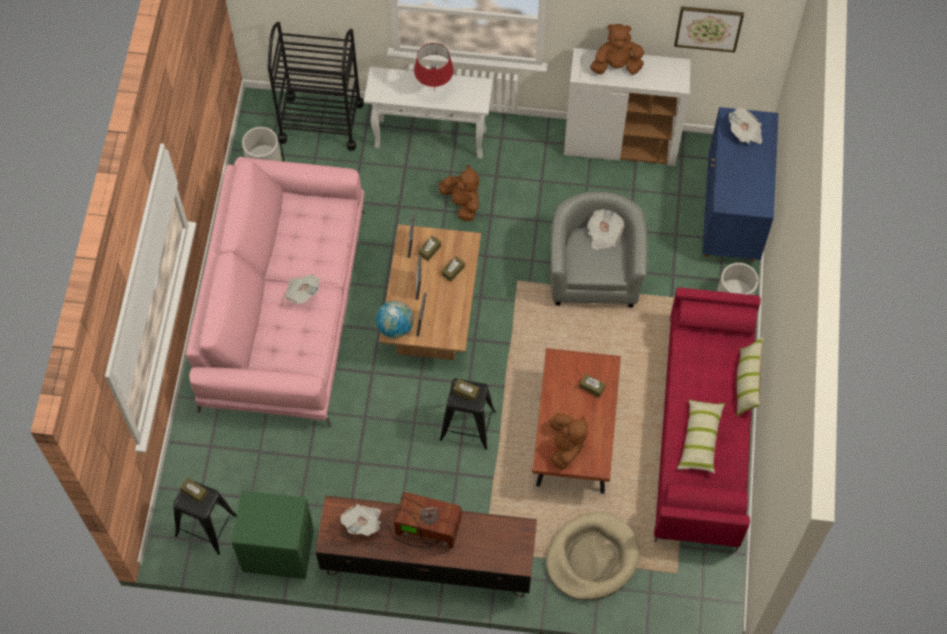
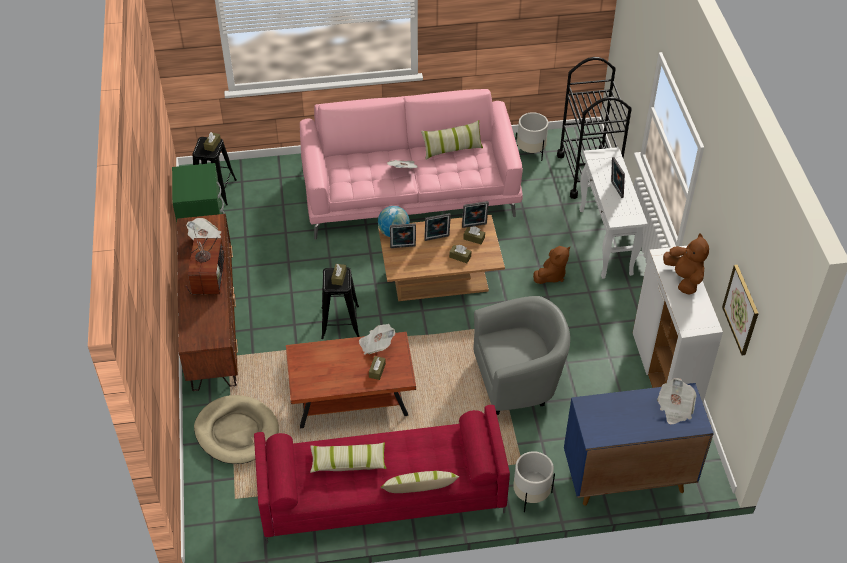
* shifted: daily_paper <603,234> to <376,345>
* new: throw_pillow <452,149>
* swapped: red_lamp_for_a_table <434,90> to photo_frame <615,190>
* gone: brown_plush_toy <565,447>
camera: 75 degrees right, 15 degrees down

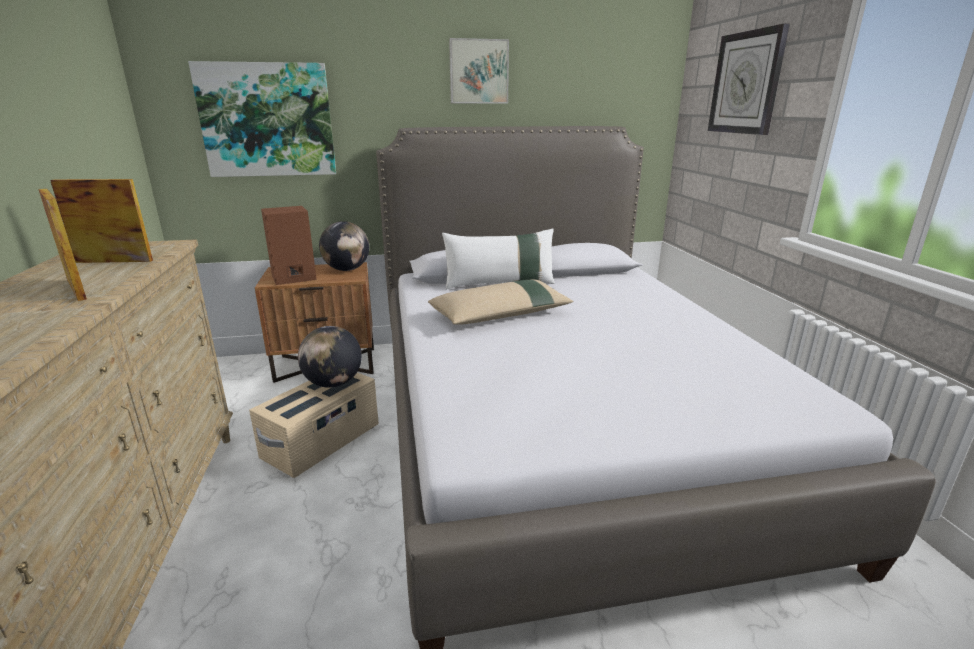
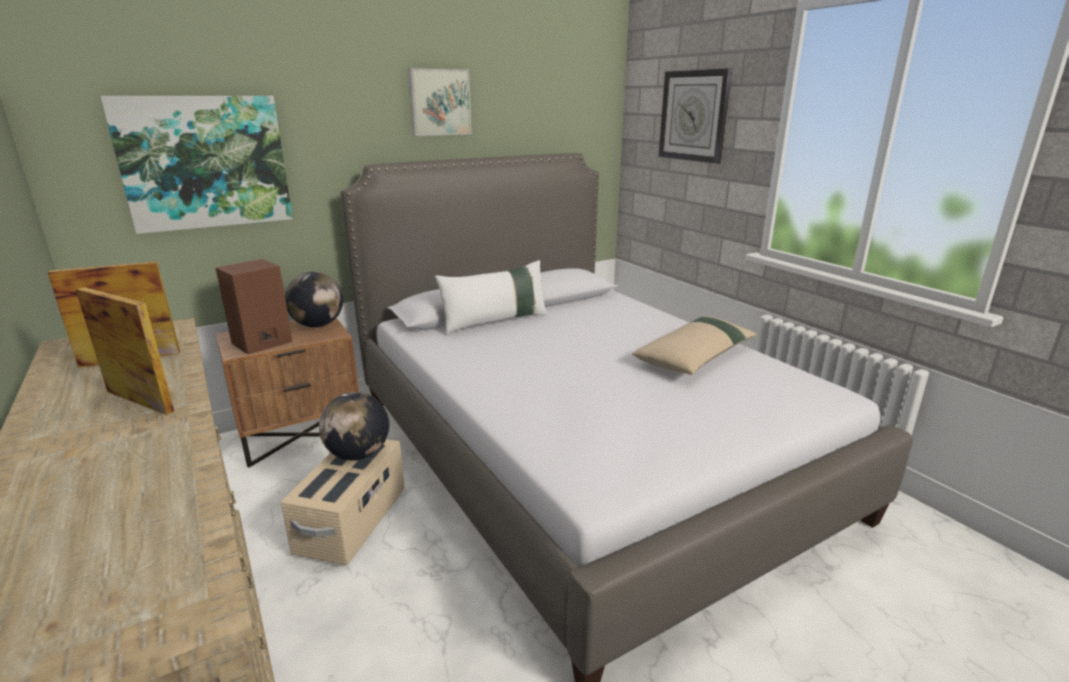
* shifted: beige_throw_pillow <501,315> to <696,356>
camera: 20 degrees left, 0 degrees up

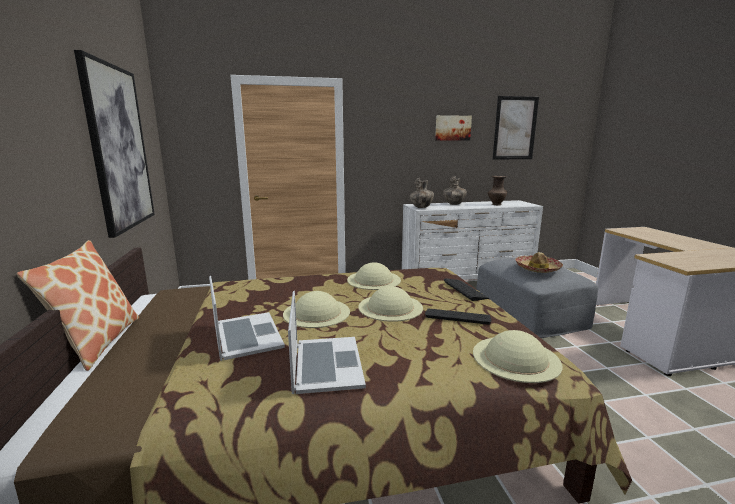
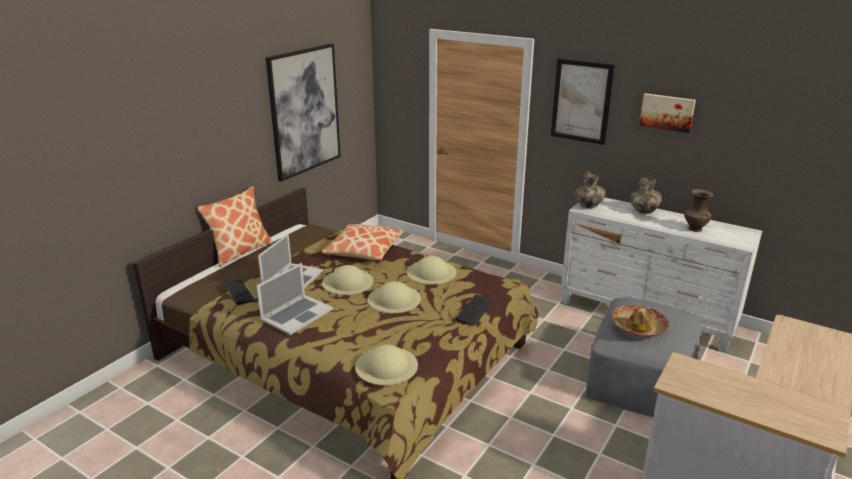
* shifted: computer_keyboard <457,316> to <238,292>
* new: throw_pillow <364,250>
* shifted: wall_picture <515,128> to <581,101>
camera: 45 degrees right, 10 degrees up

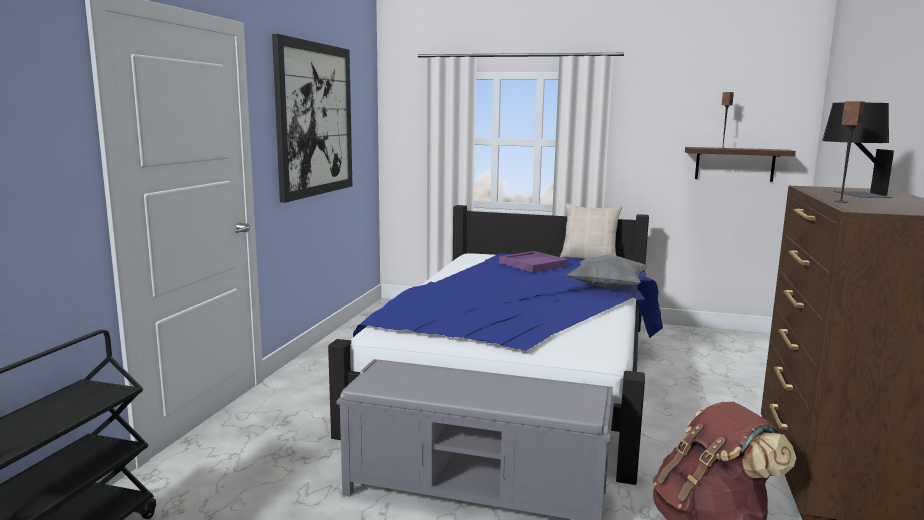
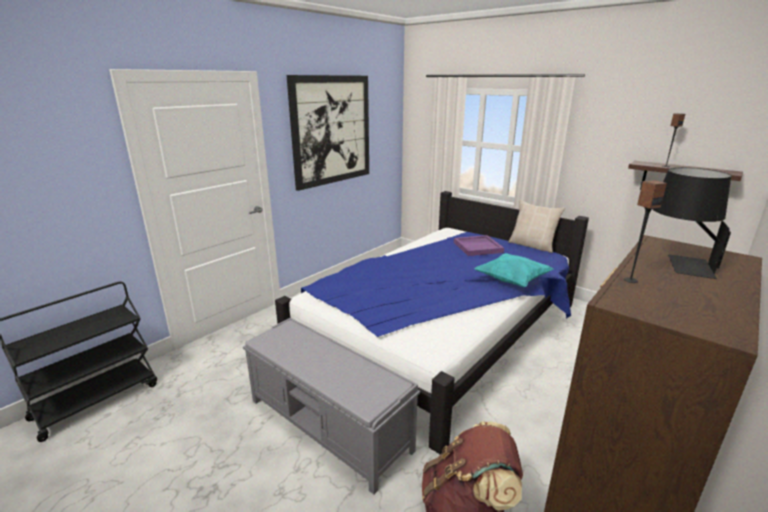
* repainted: grey_throw_pillow <607,287> to turquoise-coloured_throw_pillow <512,281>
camera: 25 degrees right, 10 degrees up

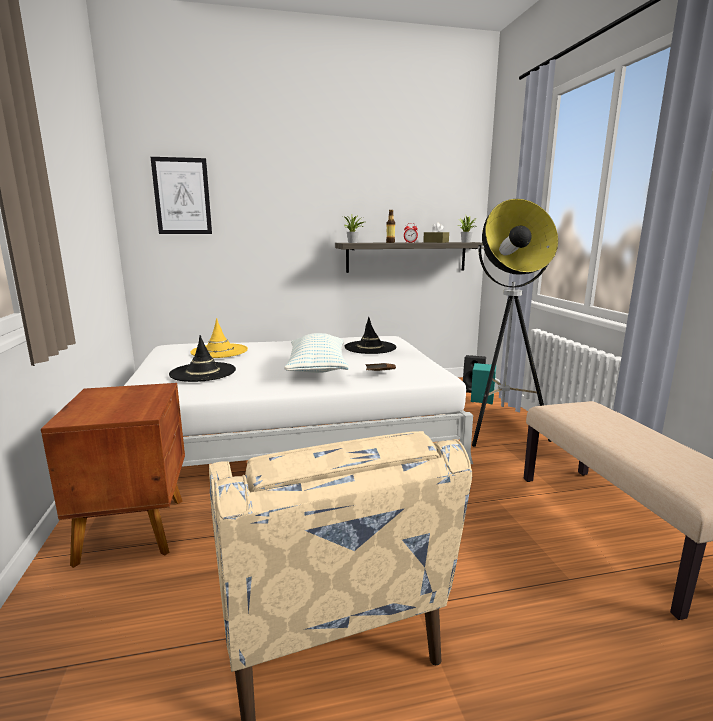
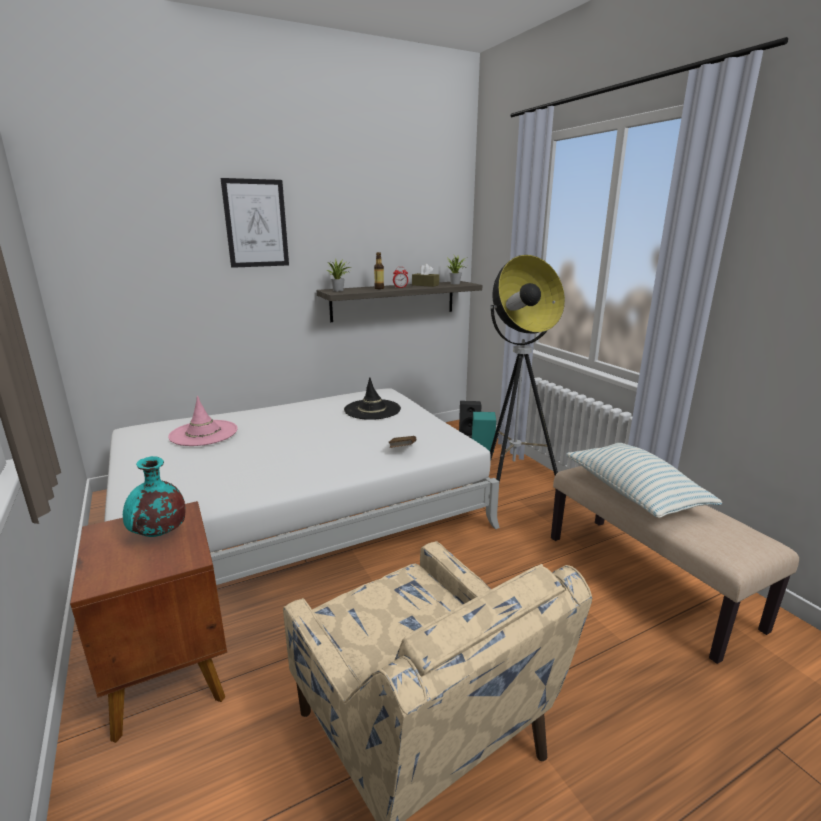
* new: turquoise-coloured_flower_vase <159,534>
* repainted: yellow-coloured_clothing_hat <219,351> to pink-coloured_clothing_hat <203,433>
* shifted: wall_picture <182,196> to <256,223>
* shifted: throw_pillow <317,368> to <633,493>
* gone: black-coloured_clothing_hat <203,372>
camera: 15 degrees left, 5 degrees up

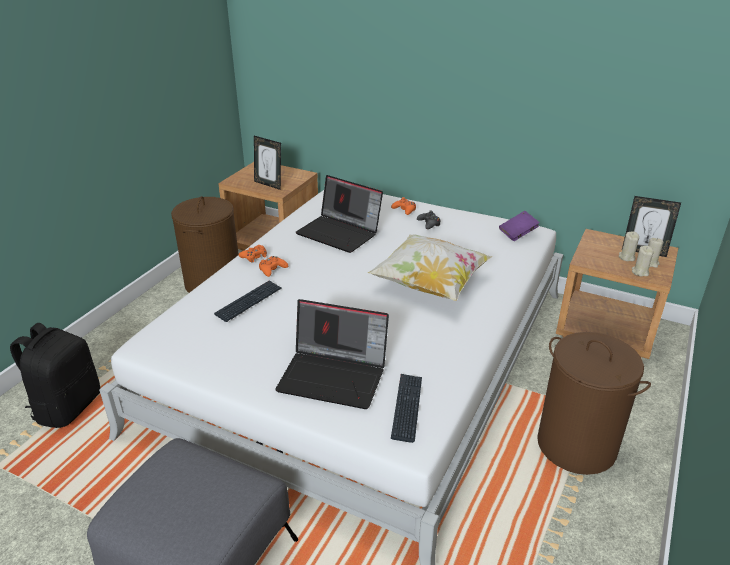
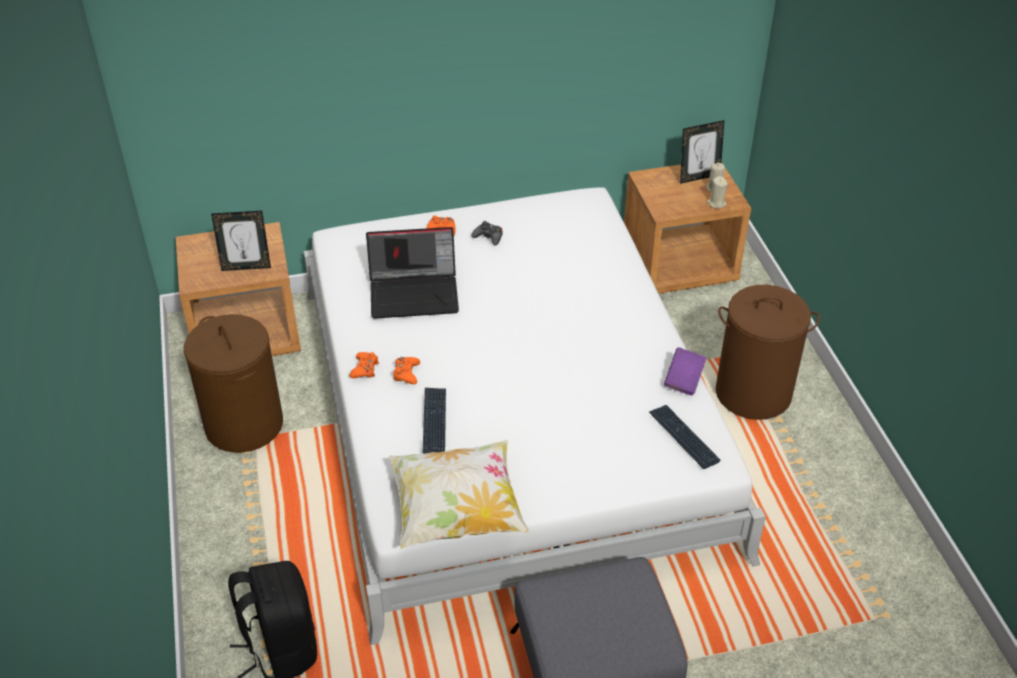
* shifted: throw_pillow <429,285> to <457,512>
* shifted: purplish_bound_book <518,233> to <684,380>
* gone: laptop <335,376>
* gone: beige_wax_light <626,257>
camera: 40 degrees left, 10 degrees up

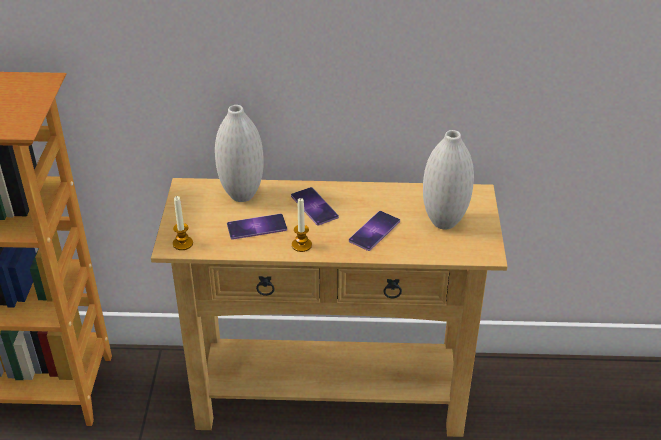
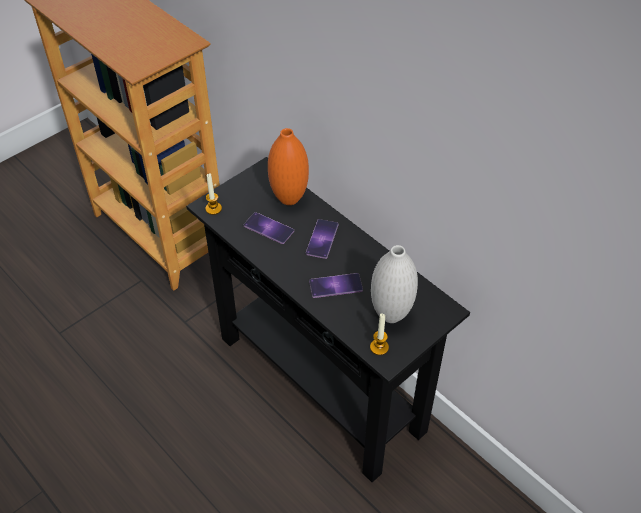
* repainted: beige_console_table <330,397> to black-coloured_console_table <320,383>
* repainted: whitish_flower_vase <242,195> to orange_flower_vase <289,198>
* shifted: wax_light <301,245> to <379,347>
camera: 45 degrees right, 10 degrees up

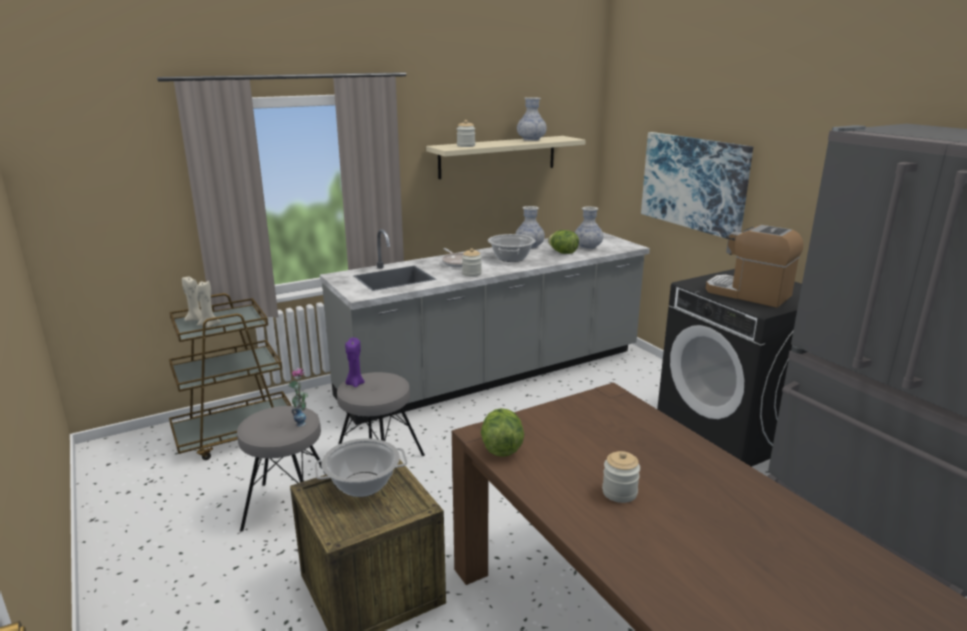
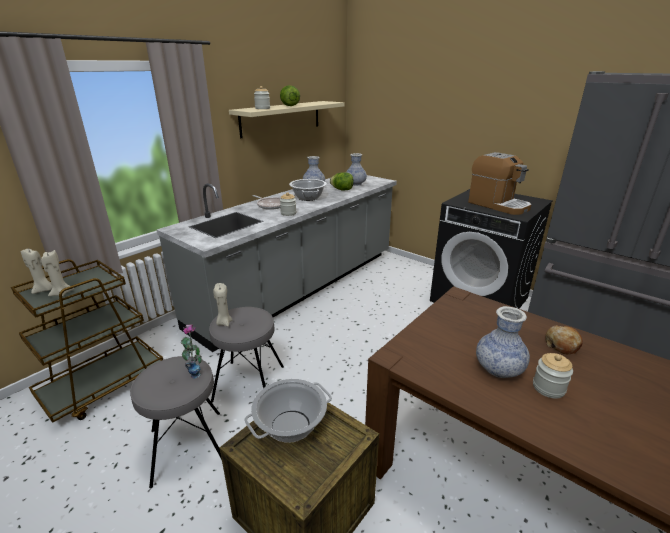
* repainted: purplish_wax_light <355,383> to beige_wax_light <224,323>
* shifted: head_of_lettuce <501,448> to <289,106>
* rotated: coffee_maker <748,294> = <498,205> 150 degrees counterclockwise
* shifted: flower_vase <531,139> to <498,369>
* new: baked_bread <562,344>
* gone: wall_picture <693,183>
camera: 20 degrees left, 5 degrees up

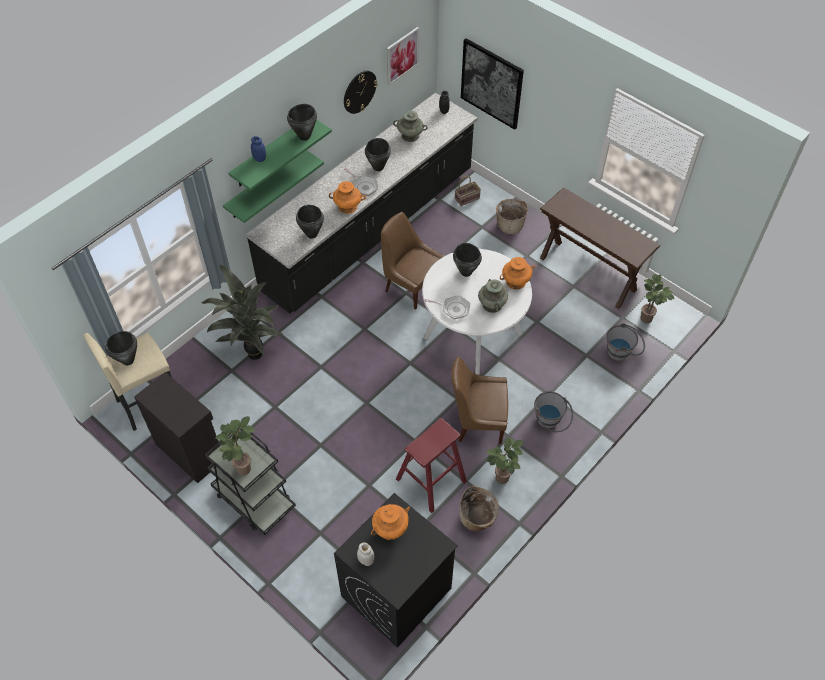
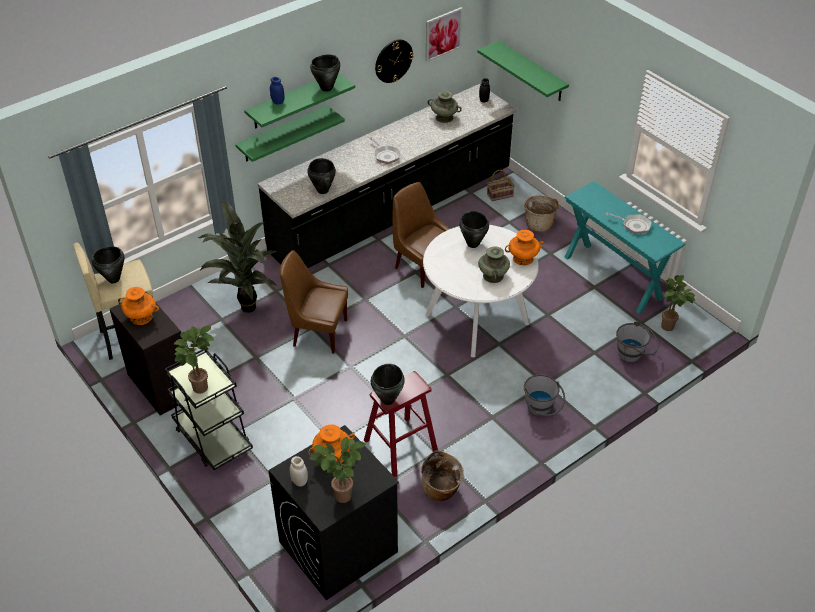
* shifted: orange_flower_vase <348,207> to <141,317>
* shifted: brown_chair <477,422> to <317,332>
* shifted: plant_in_a_pot <501,480> to <341,498>
* shifted: black-coloured_saucepot <378,167> to <388,399>
* swapped: wall_picture <491,83> to greenish_wall_shelf <532,72>
* repainted: brown_console_table <588,274> to turquoise-coloured_console_table <612,277>
* shifted: frying_pan <453,309> to <634,225>
camera: 10 degrees right, 10 degrees down

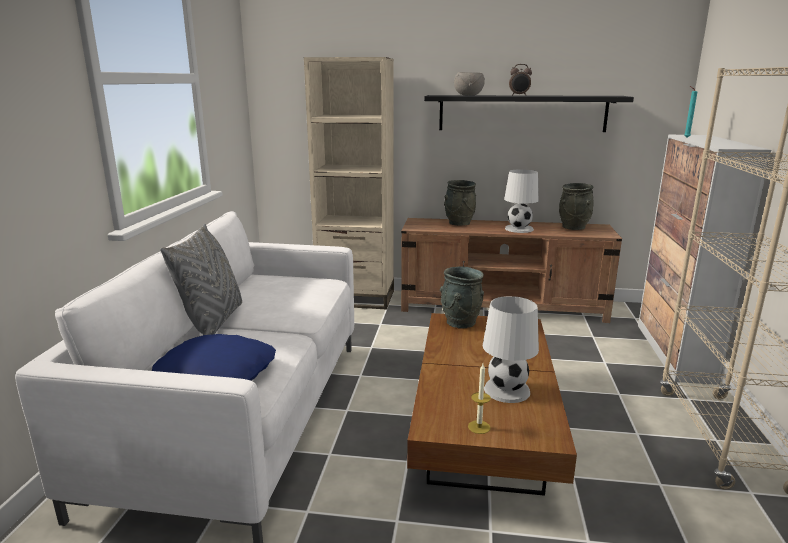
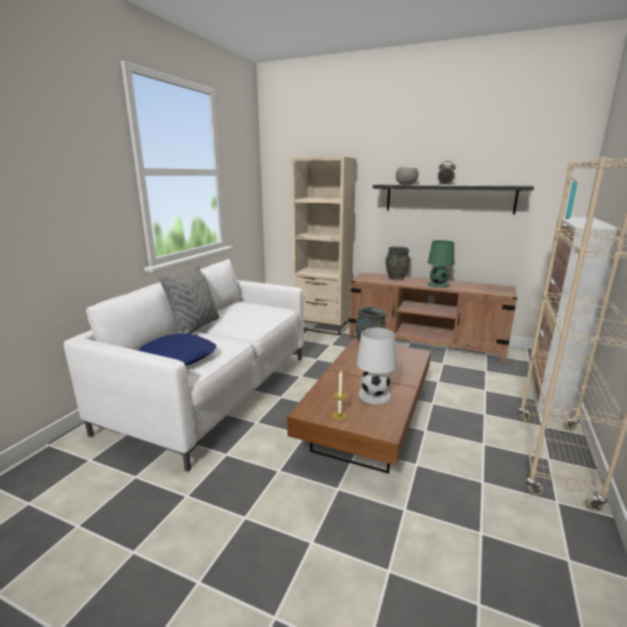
* repainted: whitish_lamp_for_a_table <519,229> to greenish_lamp_for_a_table <438,285>
* gone: grey_flower_vase <573,227>
camera: 15 degrees right, 0 degrees up

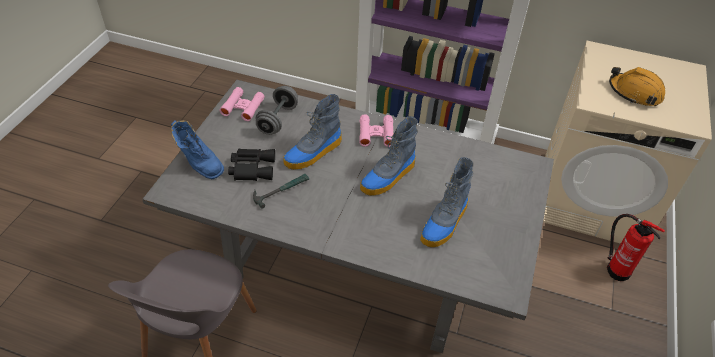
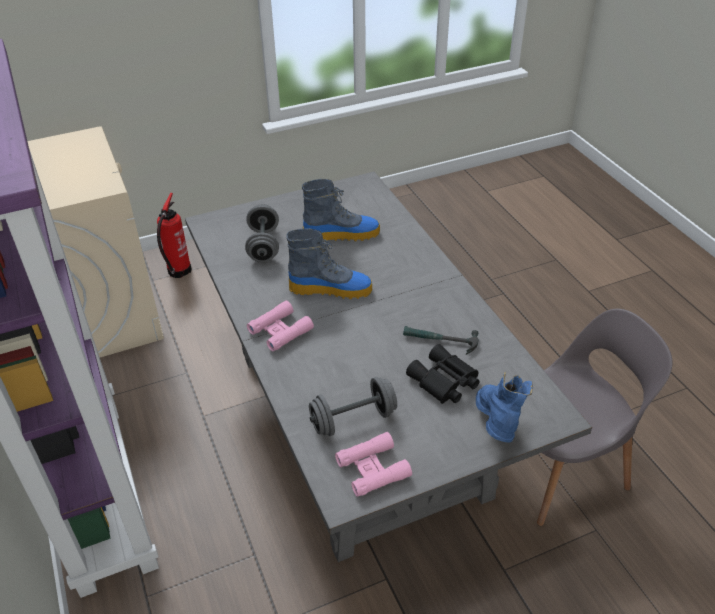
* new: grey_hand_weight <263,245>
* gone: boot <313,153>
* gone: orange_work_helmet <634,93>
camera: 130 degrees left, 5 degrees down

